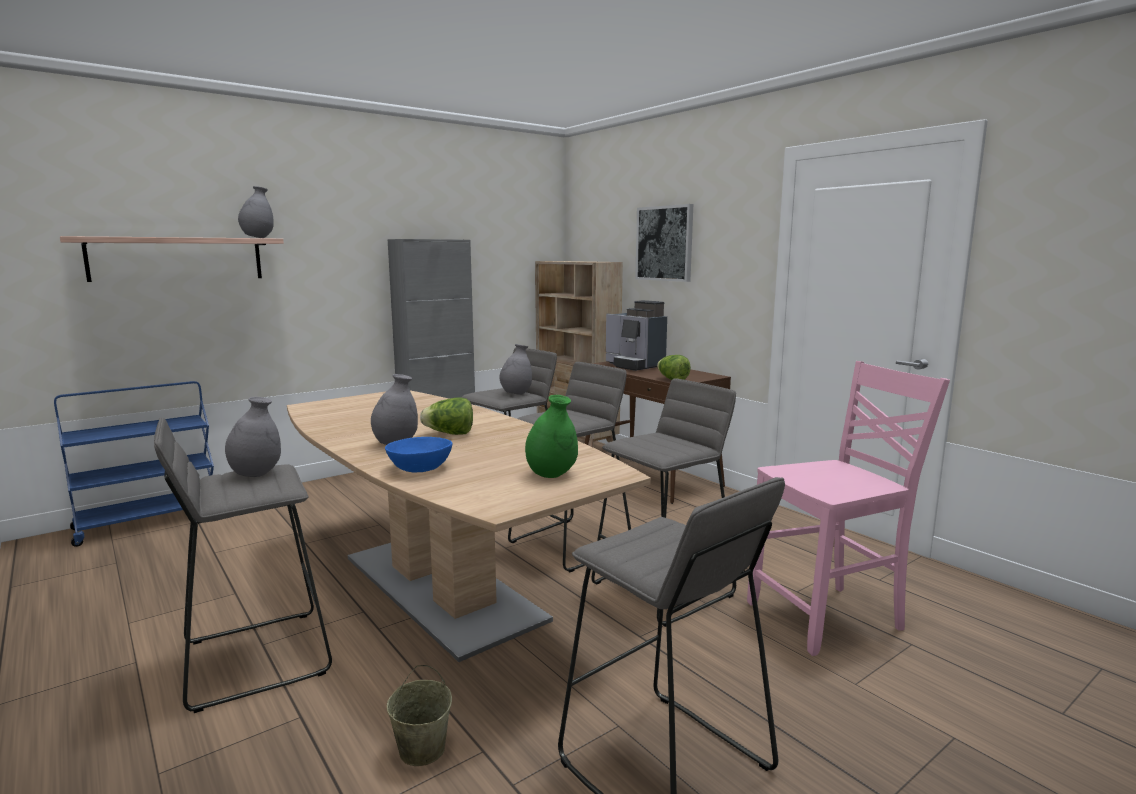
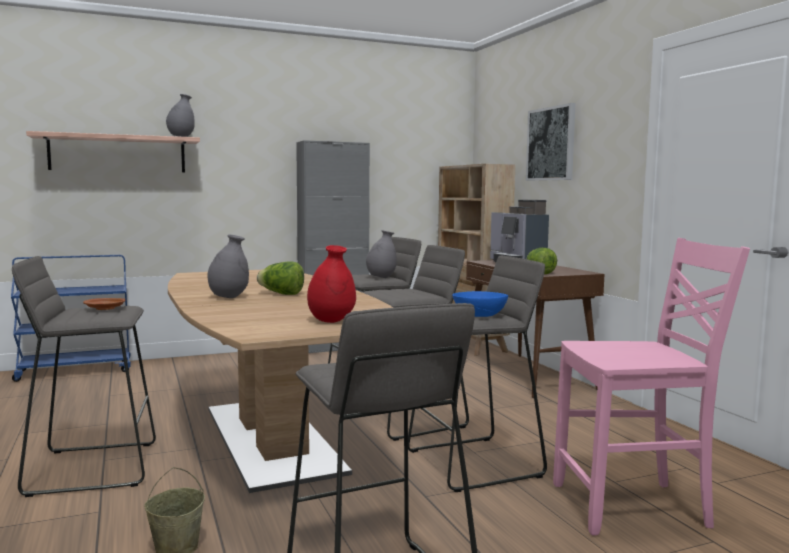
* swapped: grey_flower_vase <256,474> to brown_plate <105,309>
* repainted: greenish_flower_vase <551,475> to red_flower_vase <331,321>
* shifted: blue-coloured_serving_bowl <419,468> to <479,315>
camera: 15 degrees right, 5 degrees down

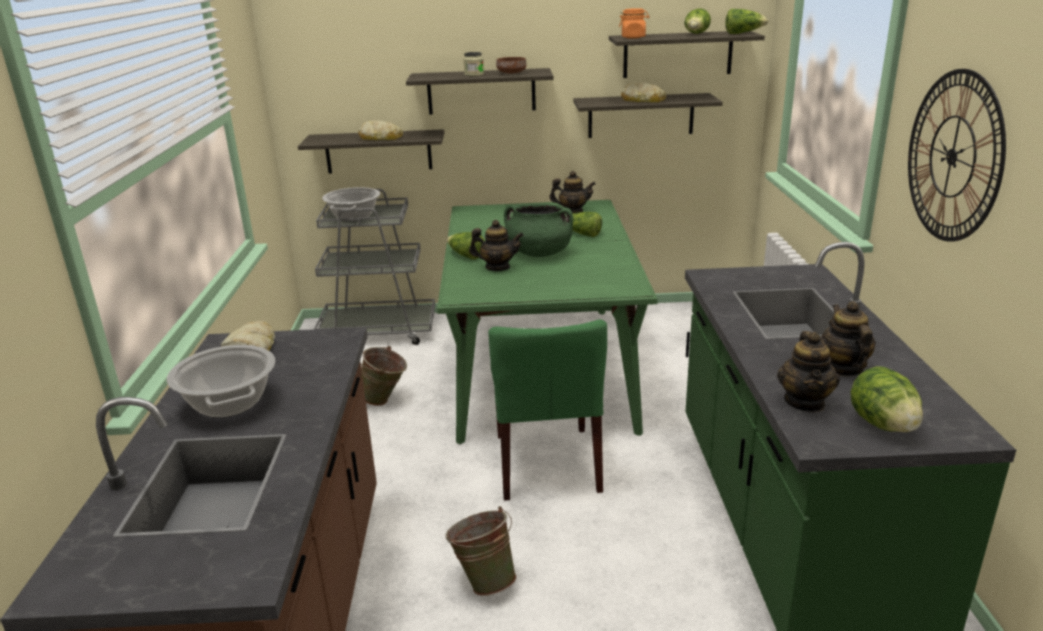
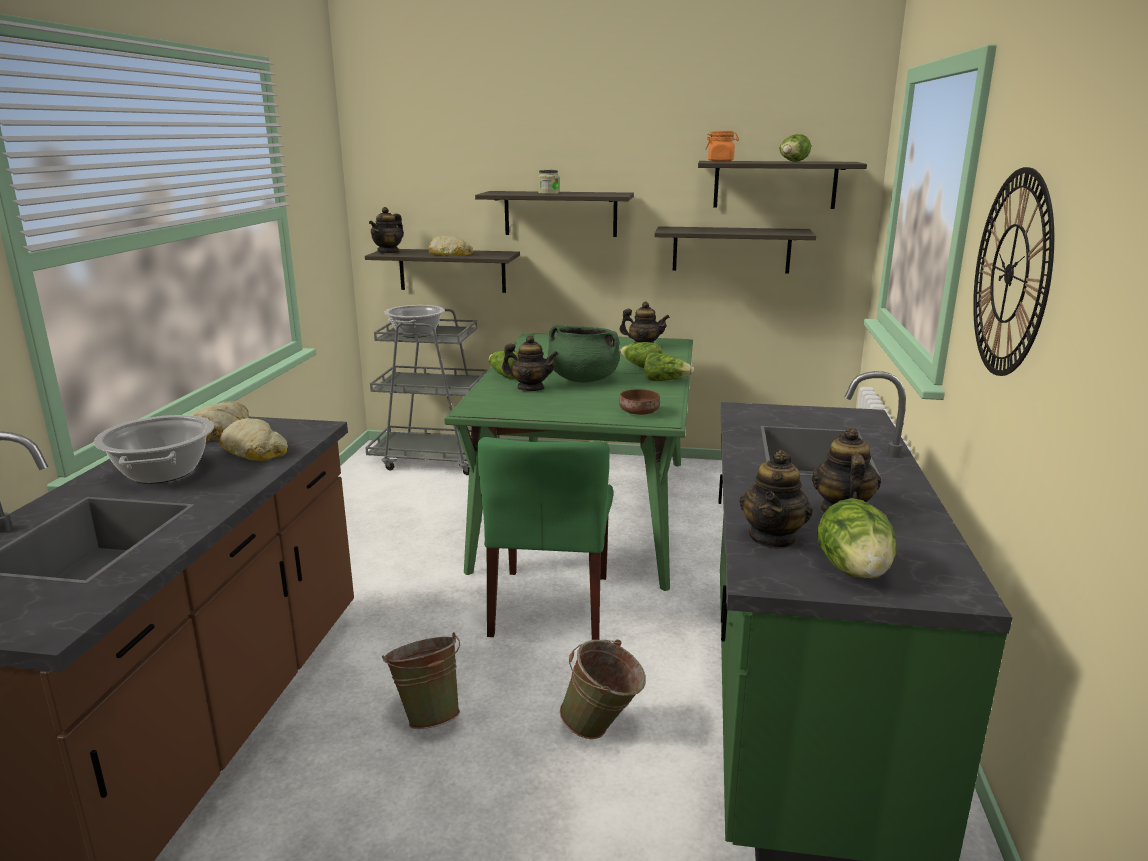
* shifted: baked_bread <642,100> to <255,450>
* new: pot_for_tea <388,252>
* shifted: greenish_pail <385,401> to <602,729>
* shifted: brown_serving_bowl <512,73> to <640,412>
* shifted: head_of_lettuce <743,33> to <665,381>
camera: 10 degrees right, 5 degrees down

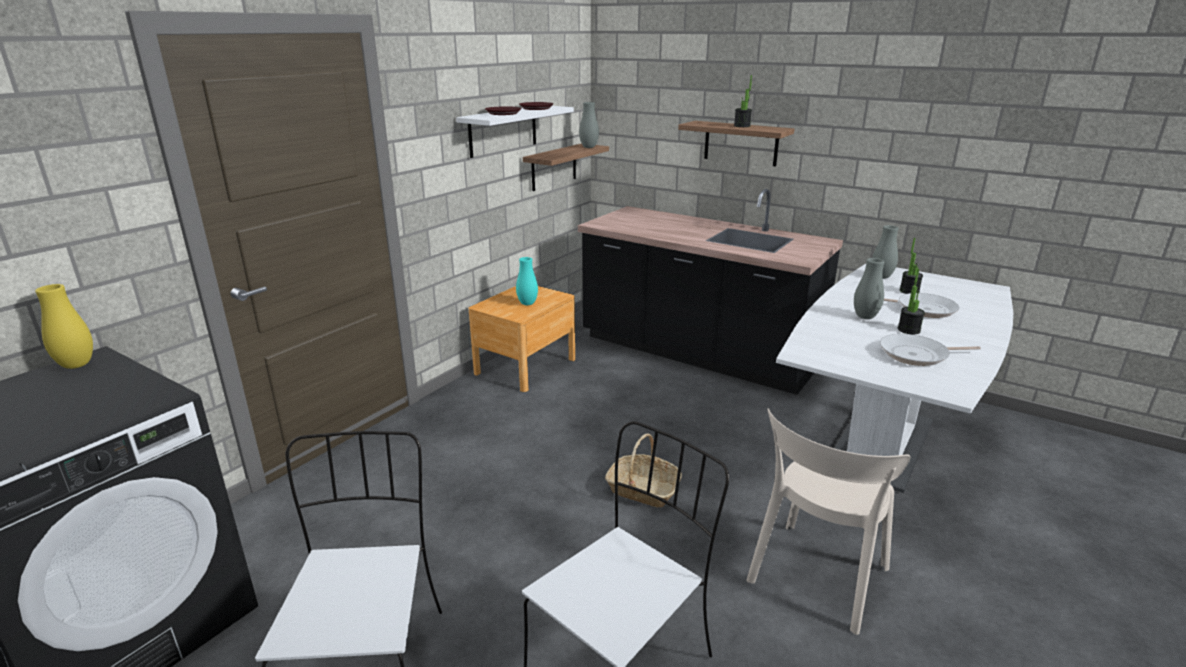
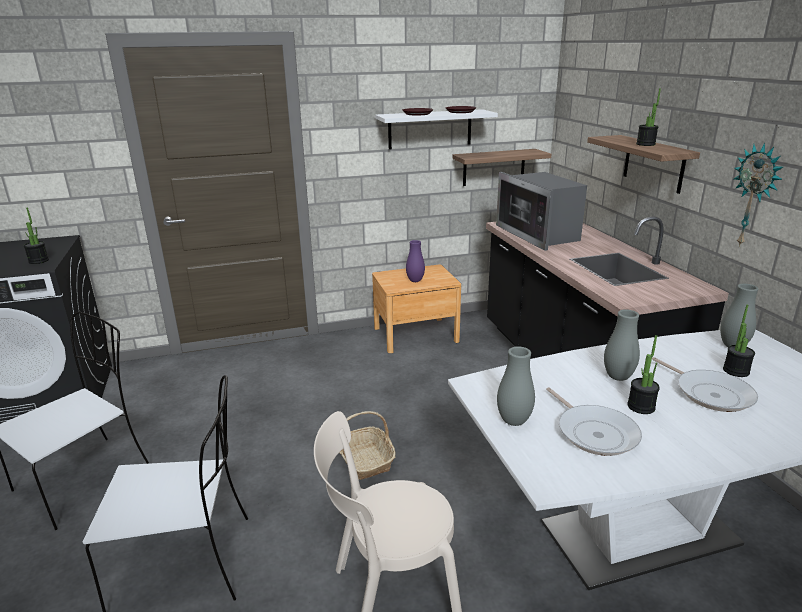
* new: plant_in_a_pot <39,261>
* repainted: turquoise-coloured_flower_vase <527,303> to purplish_flower_vase <415,281>
* new: microwave_oven <539,234>
* shifted: grey_flower_vase <589,147> to <514,421>
* rotated: frying_pan <917,355> = <594,432> 150 degrees counterclockwise
* new: hanging_clock <755,196>
* gone: yellow-coloured_flower_vase <77,365>
camera: 40 degrees right, 0 degrees up

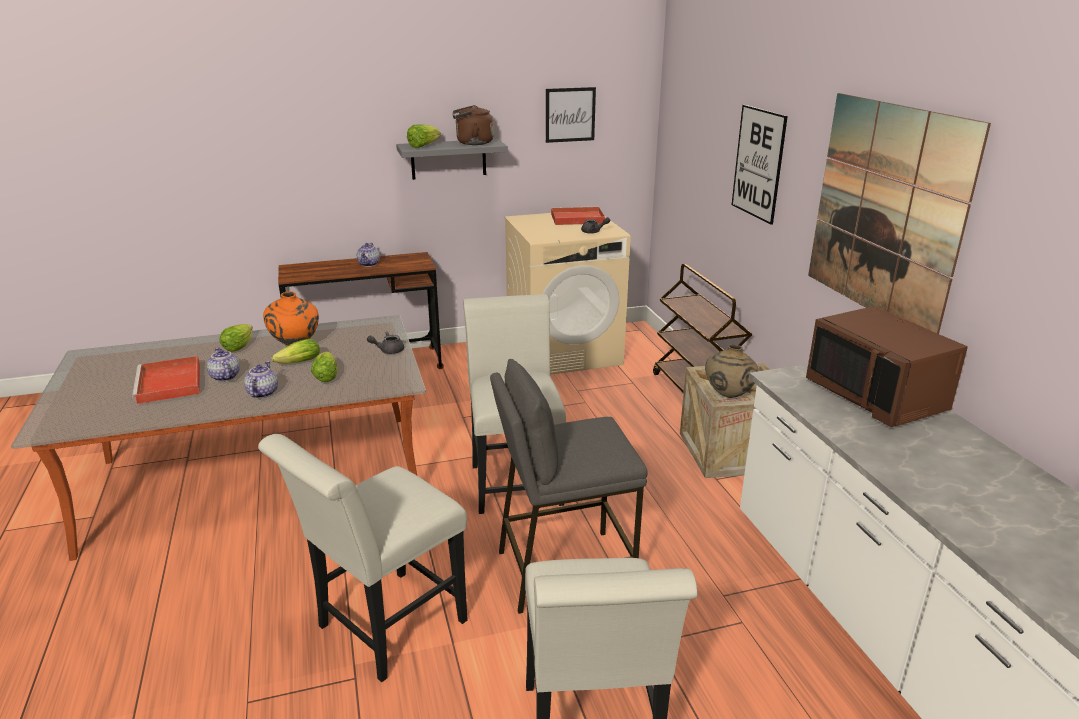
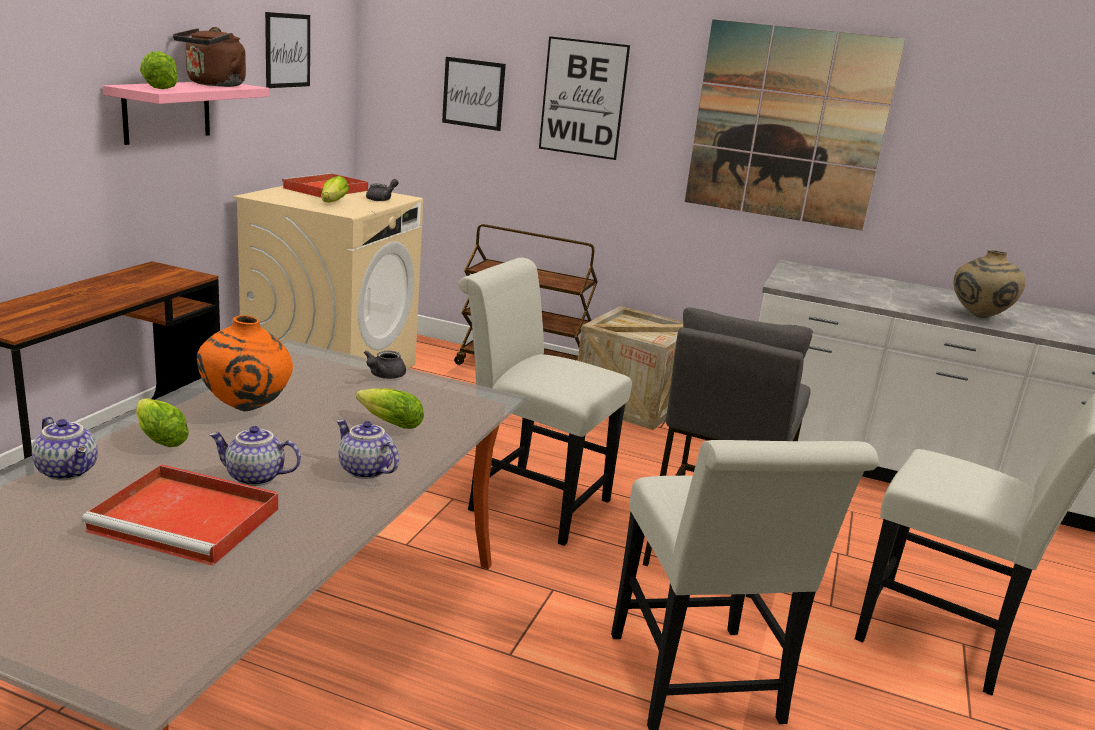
* shifted: pot_for_tea <369,264> to <69,471>
* repainted: grey_wall_shelf <448,159> to pink-coloured_wall_shelf <167,111>
* shifted: head_of_lettuce <297,363> to <332,203>
* new: wall_picture <473,93>
* shifted: beige_flower_vase <728,396> to <978,317>
* gone: brown_microwave_oven <877,396>
camera: 55 degrees left, 5 degrees down

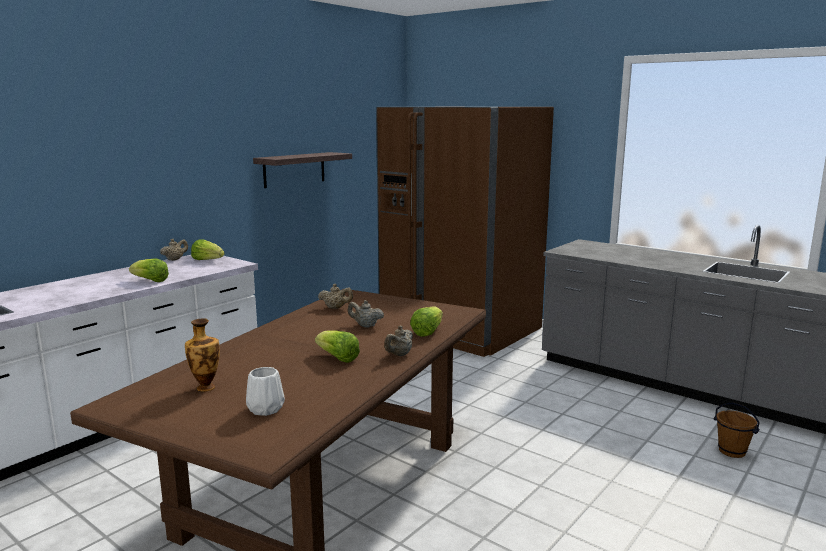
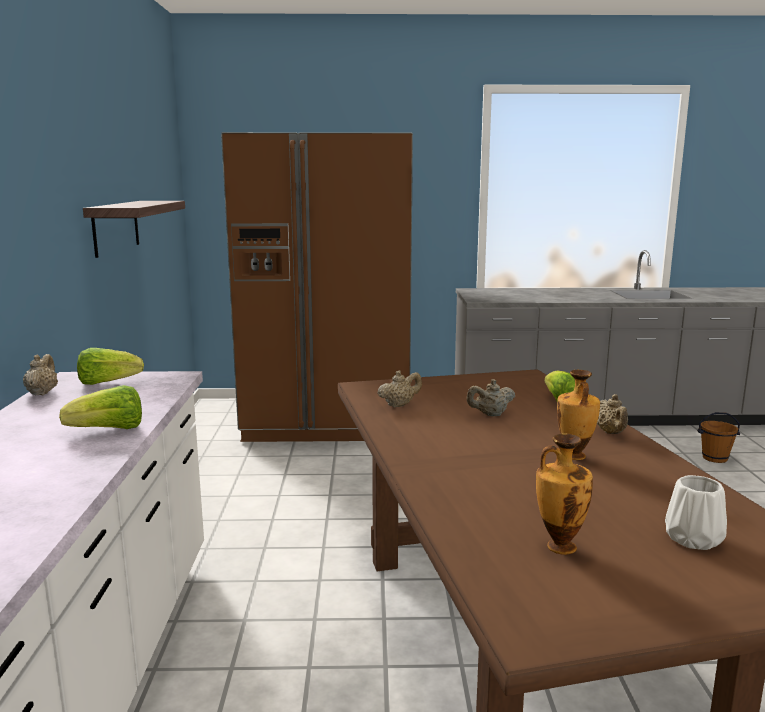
* swapped: head_of_lettuce <337,358> to flower_vase <574,456>
camera: 40 degrees left, 0 degrees up

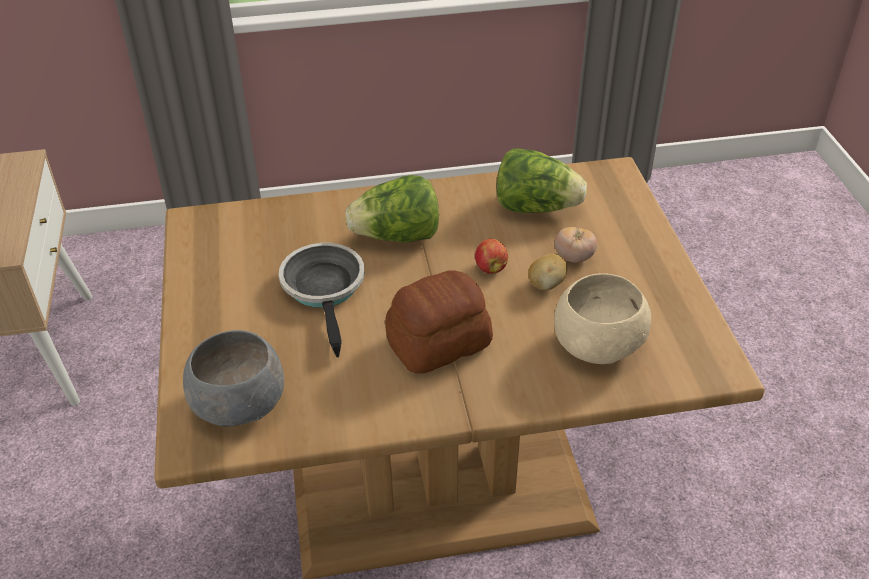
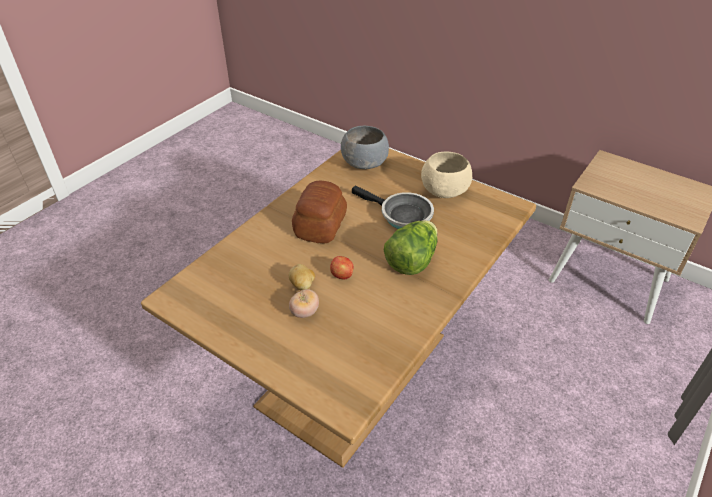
* shifted: beige_serving_bowl <596,345> to <445,191>
* gone: head_of_lettuce <535,207>
camera: 135 degrees right, 0 degrees up

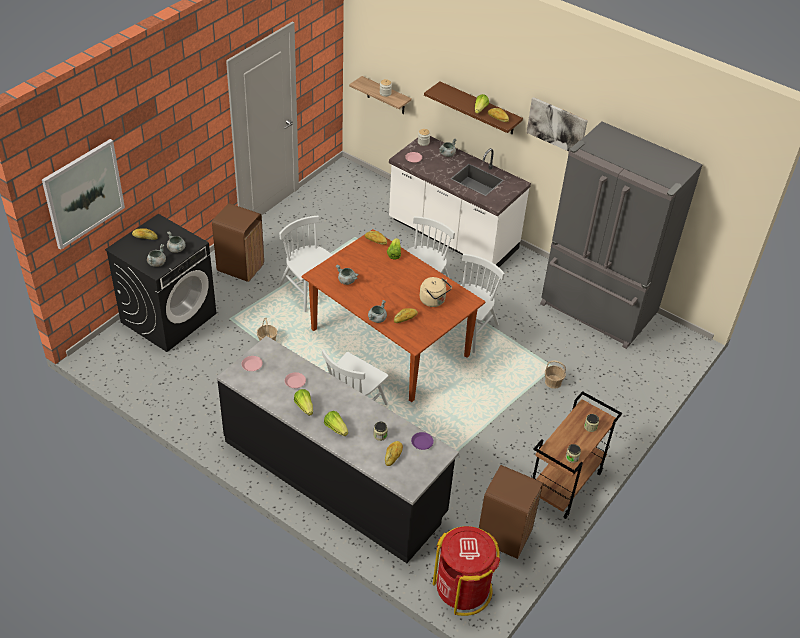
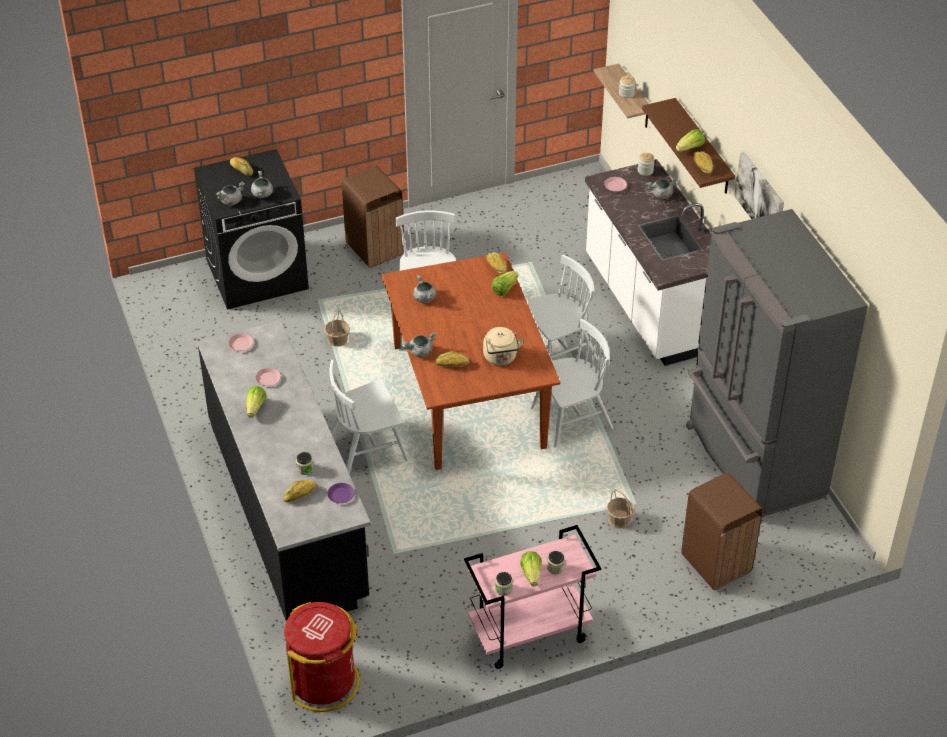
* repainted: brown_wheeled_cart <564,485> to pink-coloured_wheeled_cart <529,634>
* shifted: head_of_lettuce <336,428> to <531,574>
* shifted: brown_rubbish_bin <504,536> to <716,564>
* gone: wall_picture <83,193>
camera: 35 degrees right, 0 degrees up

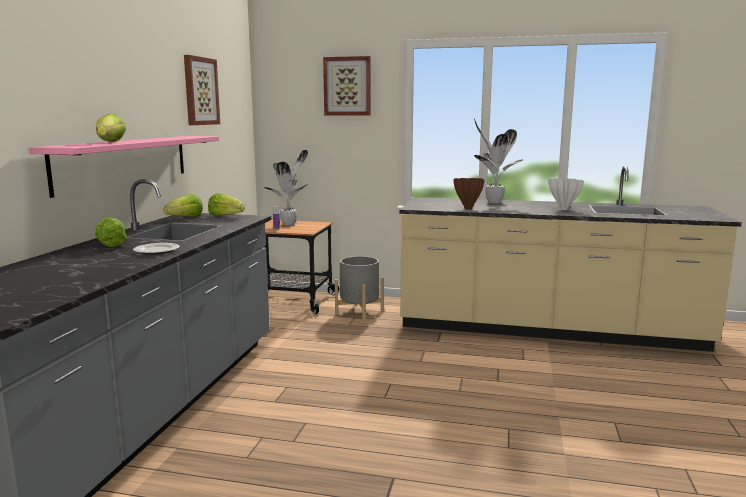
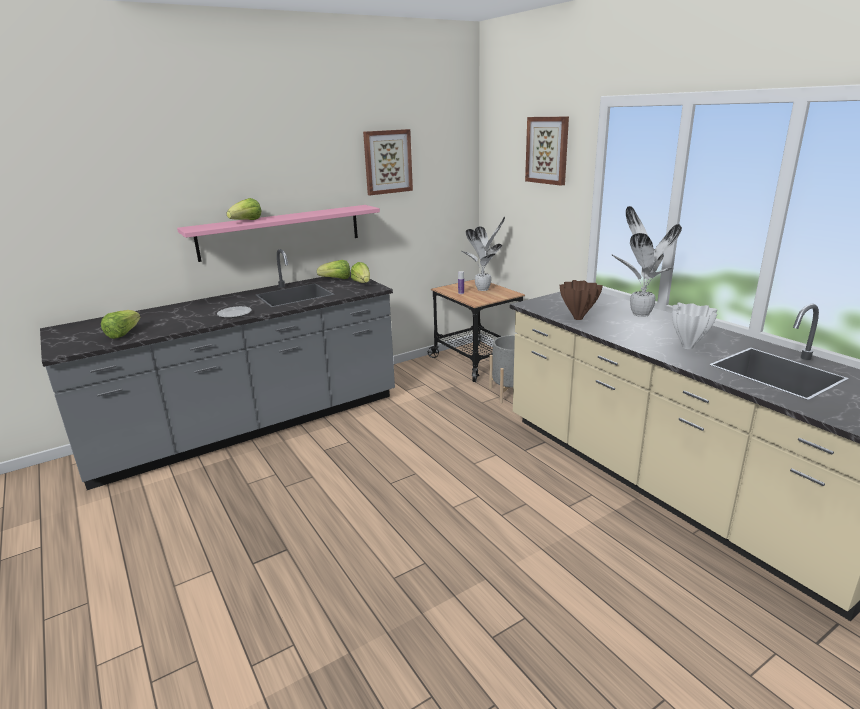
* shifted: head_of_lettuce <110,244> to <123,334>
camera: 45 degrees right, 10 degrees up

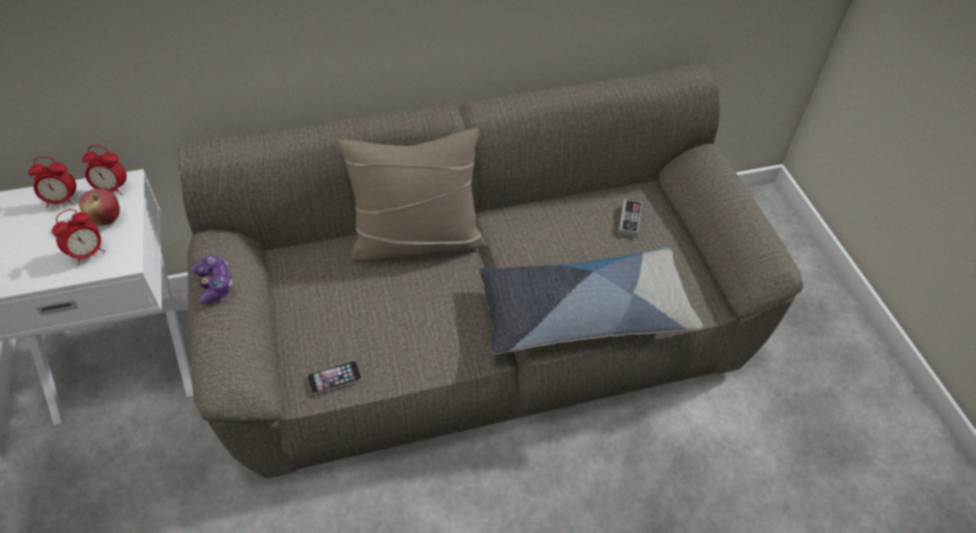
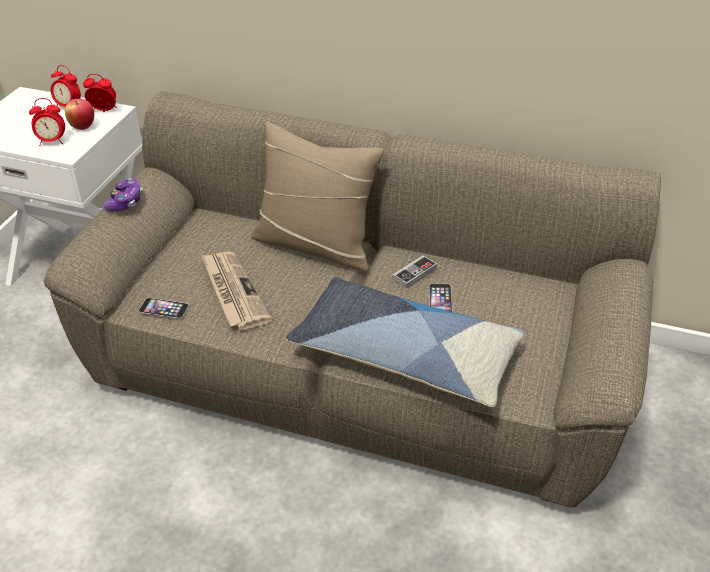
* rotated: table_clock <112,189> = <104,111> 150 degrees clockwise
* new: daily_paper <233,292>
* shifted: game_controller <629,219> to <414,274>
* new: handset <440,299>
camera: 35 degrees right, 10 degrees down

